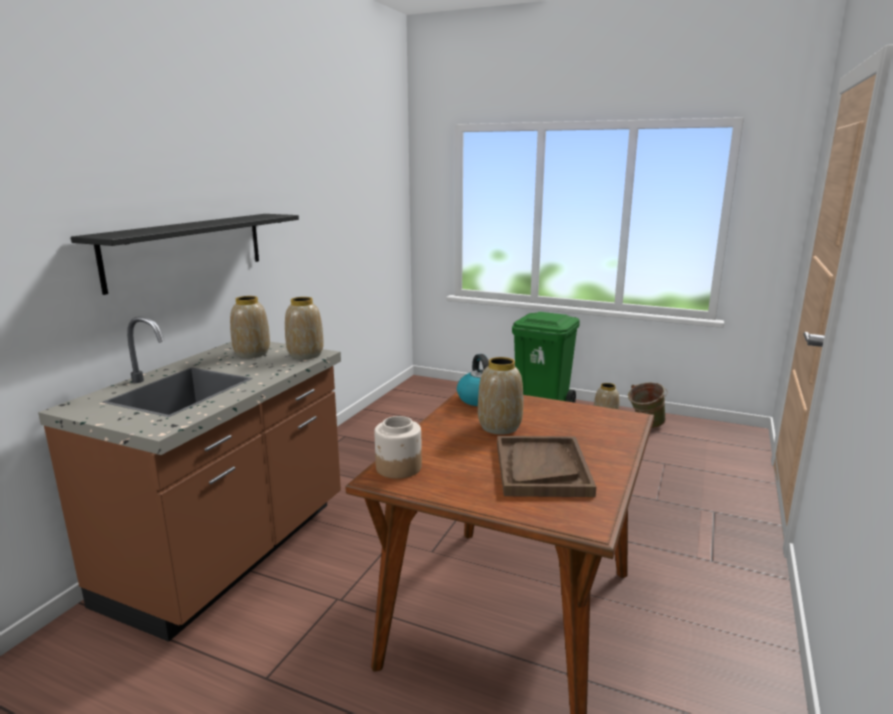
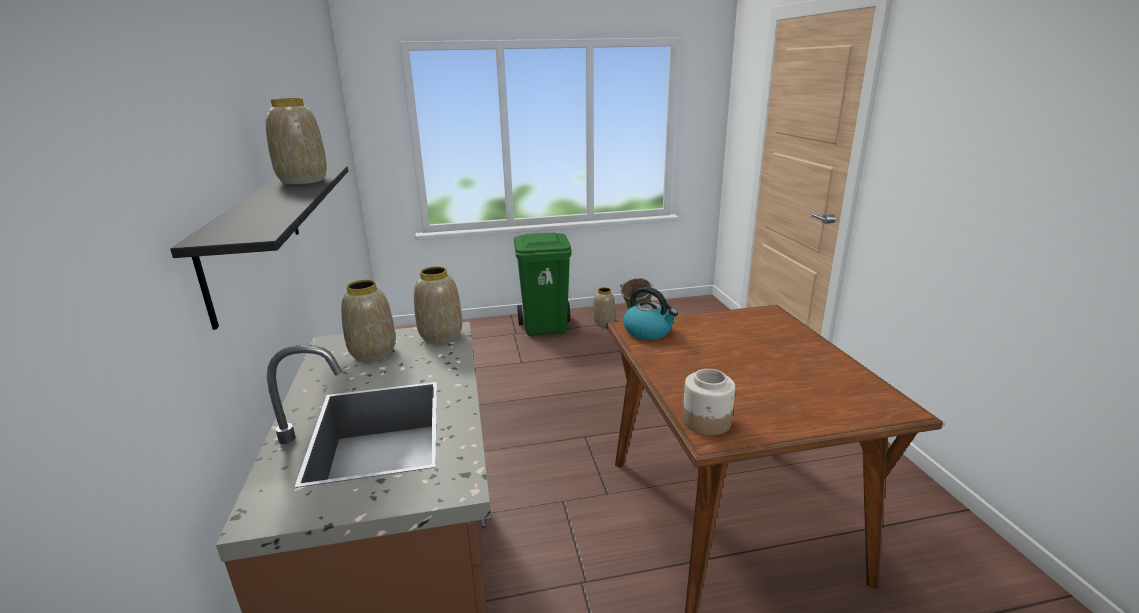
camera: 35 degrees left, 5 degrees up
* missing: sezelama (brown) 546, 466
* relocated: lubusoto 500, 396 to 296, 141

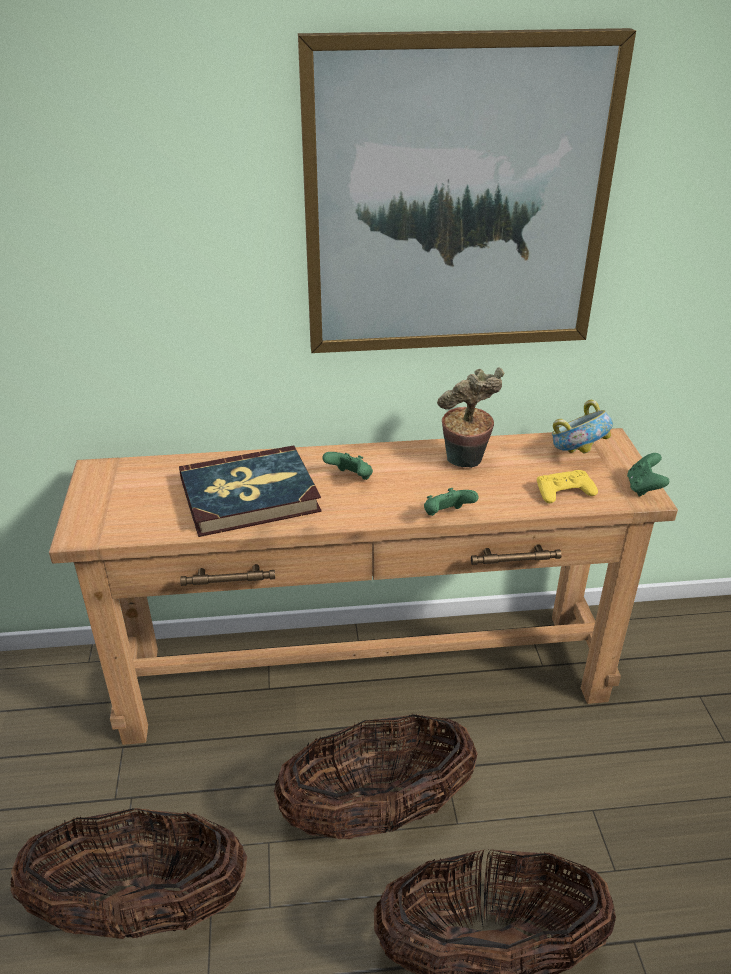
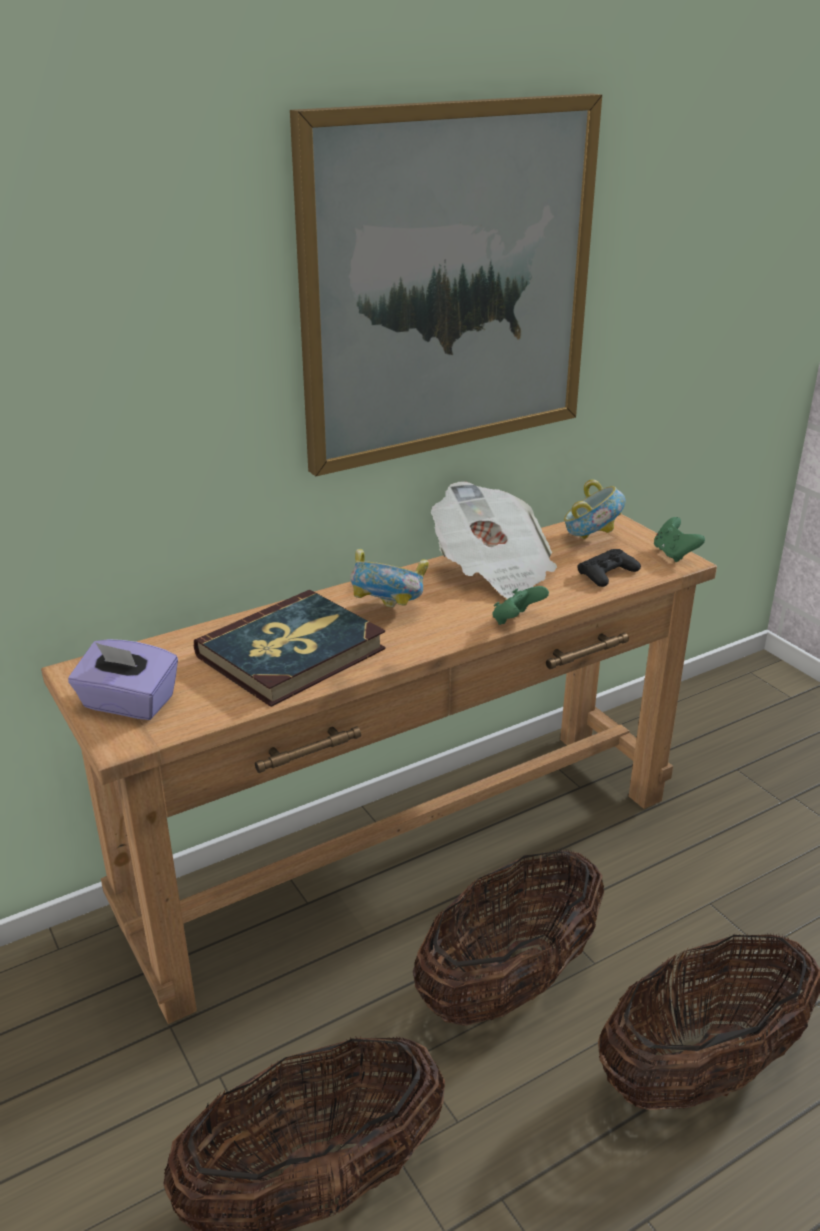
camera: 25 degrees left, 5 degrees down
* appeared: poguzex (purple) 123, 679
* exchanged: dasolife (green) 347, 466 to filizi 389, 578
* exchanged: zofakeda 470, 417 to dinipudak 494, 540
* colour: dasolife (yellow) 567, 486 to dasolife (black) 609, 568

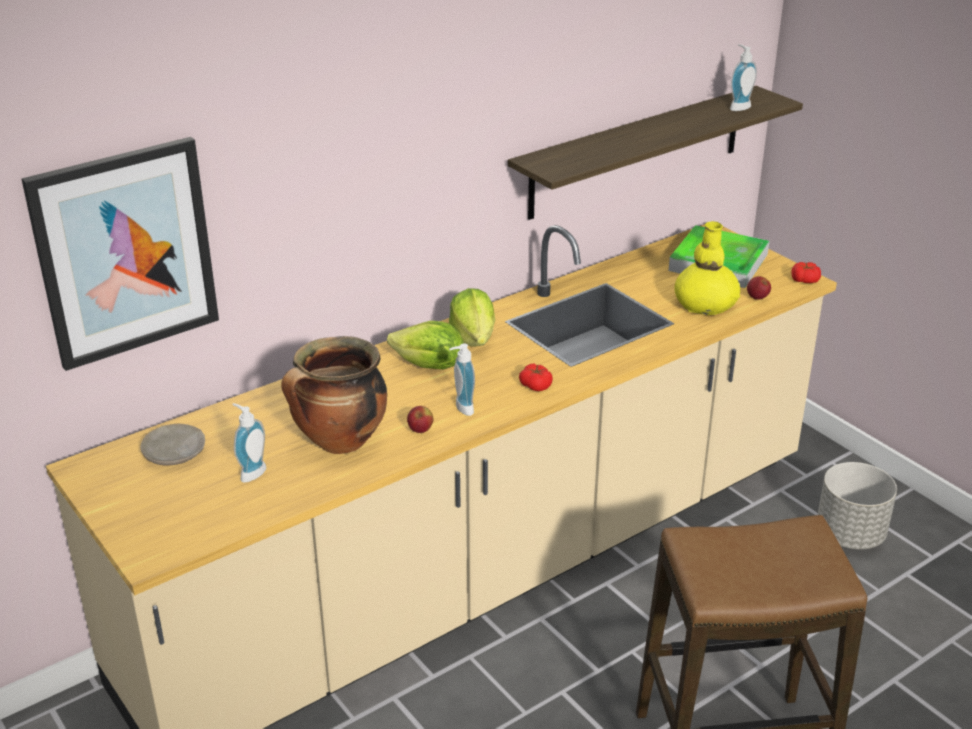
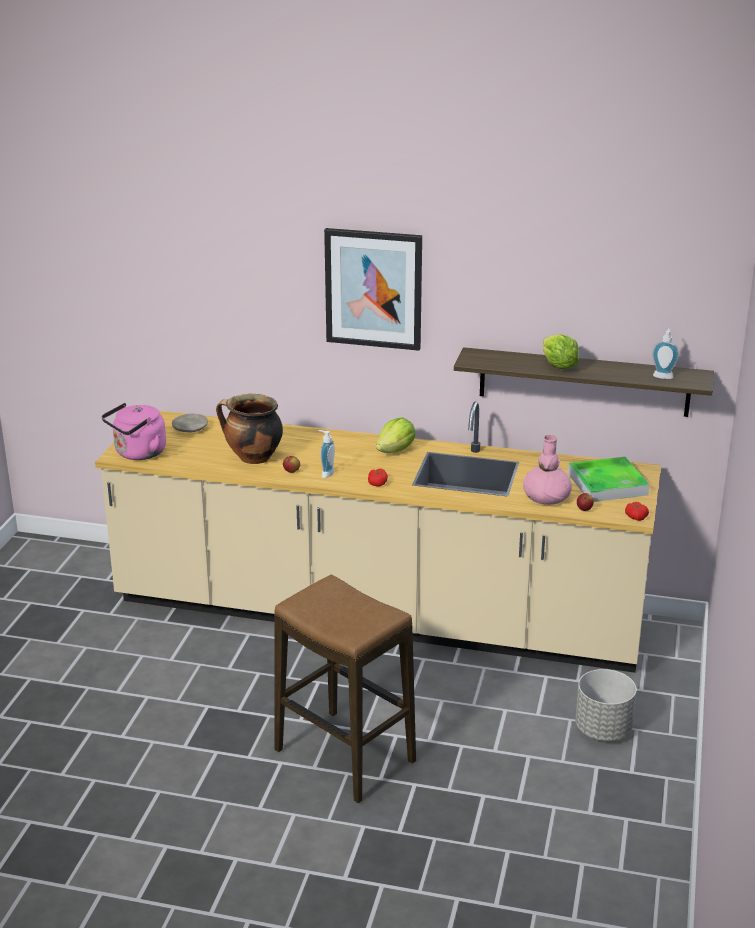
camera: 50 degrees right, 5 degrees down
* missing: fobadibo 249, 443
* appeared: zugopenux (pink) 133, 431
* relocated: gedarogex 120, 254 to 373, 289
* relocated: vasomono 425, 345 to 561, 351
* colour: lubusoto (yellow) 707, 268 to lubusoto (pink) 547, 470

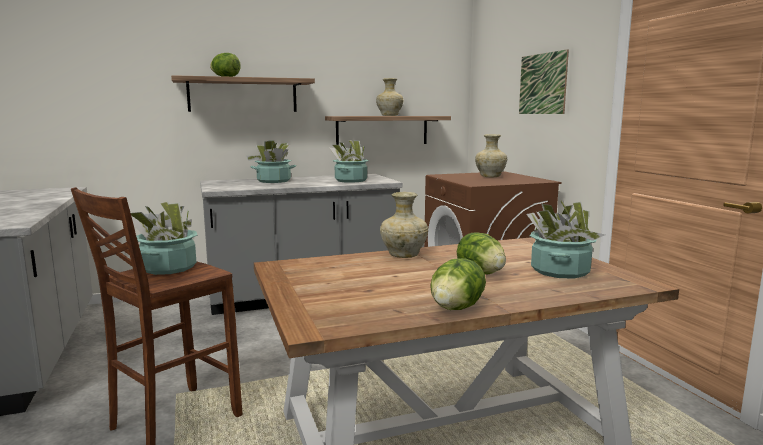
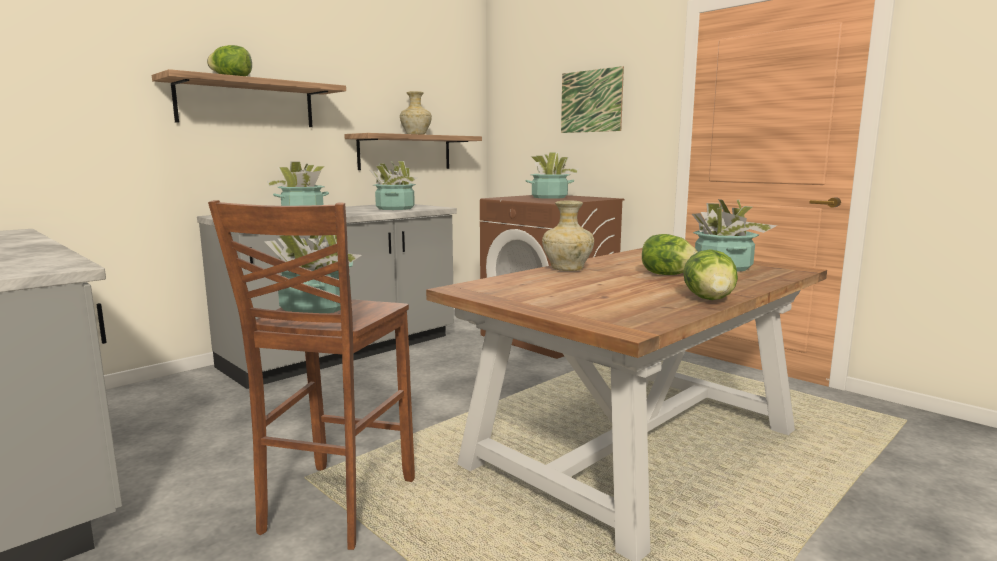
camera: 25 degrees left, 0 degrees up
* exchanged: lubusoto (beige) 491, 155 to zofakeda 552, 175

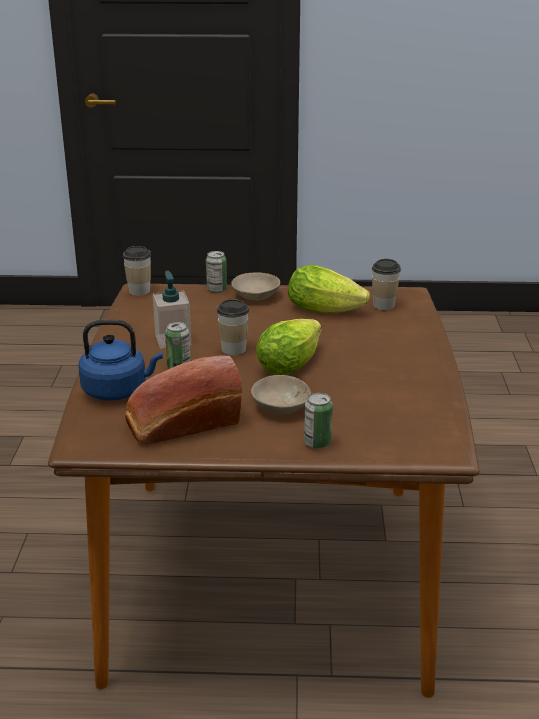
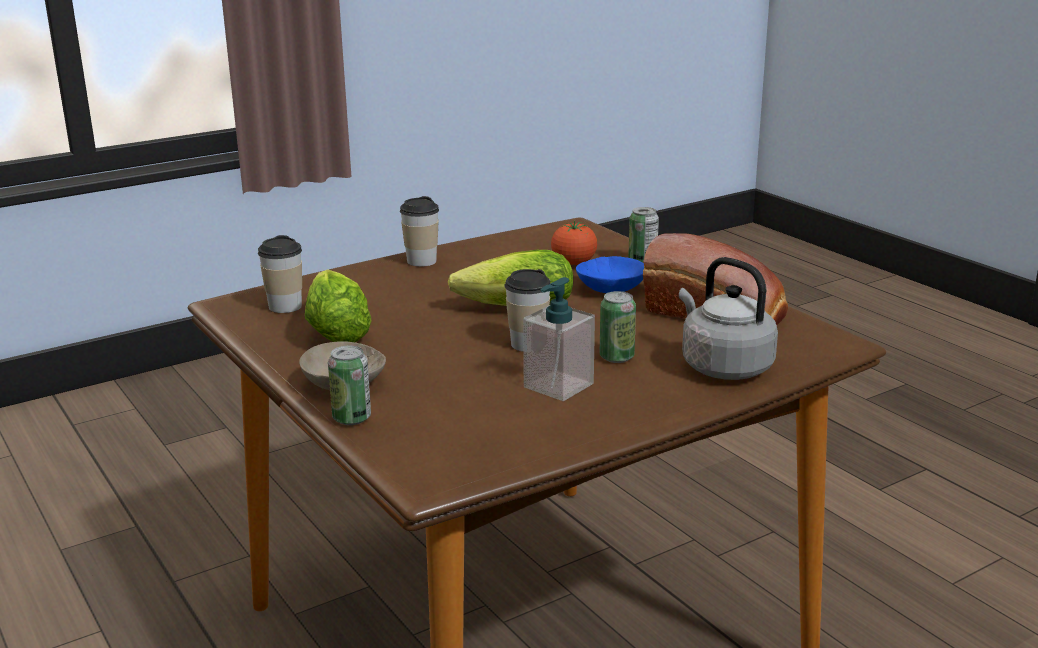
camera: 125 degrees left, 5 degrees down
* appeared: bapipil 574, 243
* relocated: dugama 137, 271 to 419, 231
* colour: zugopenux (blue) 120, 360 to zugopenux (grey) 728, 318
* colour: filizi (beige) 281, 395 to filizi (blue) 610, 274

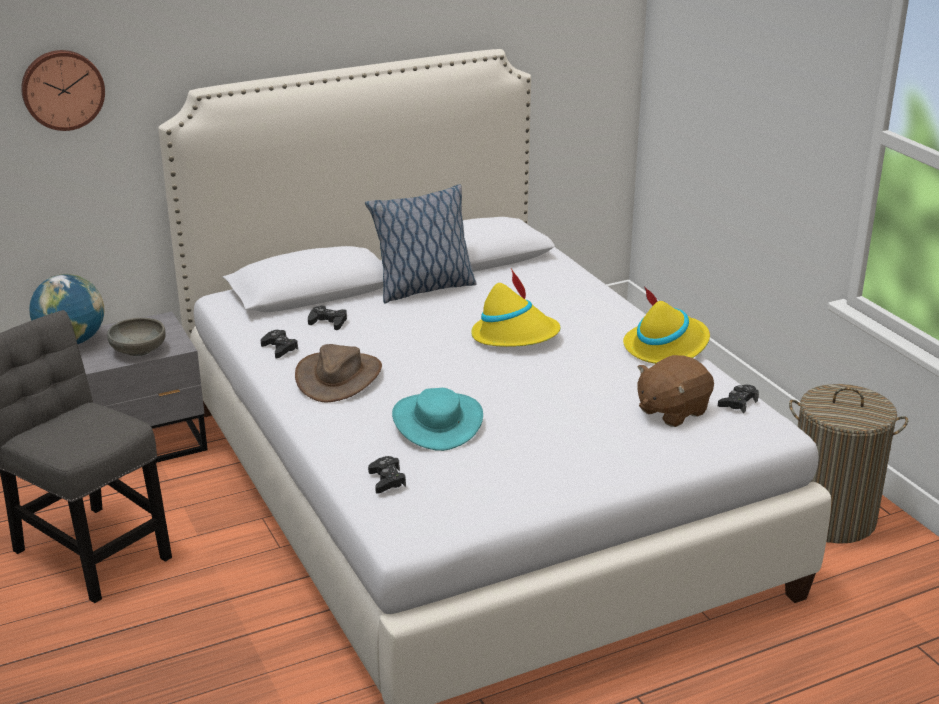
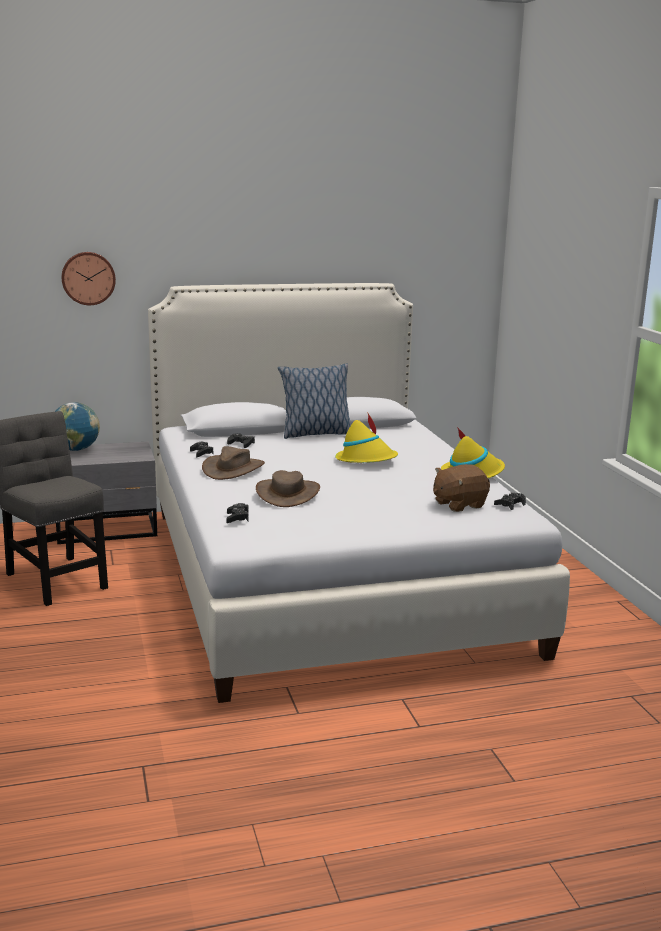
camera: 10 degrees right, 10 degrees down
* missing: filizi (grey) 136, 337
* missing: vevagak 848, 464
* colour: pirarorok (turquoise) 437, 419 to pirarorok (brown) 288, 488

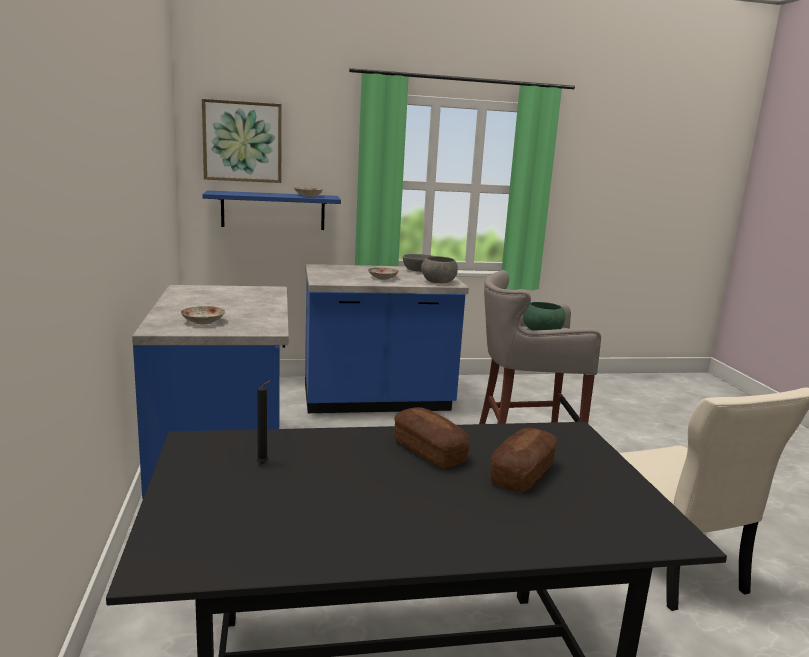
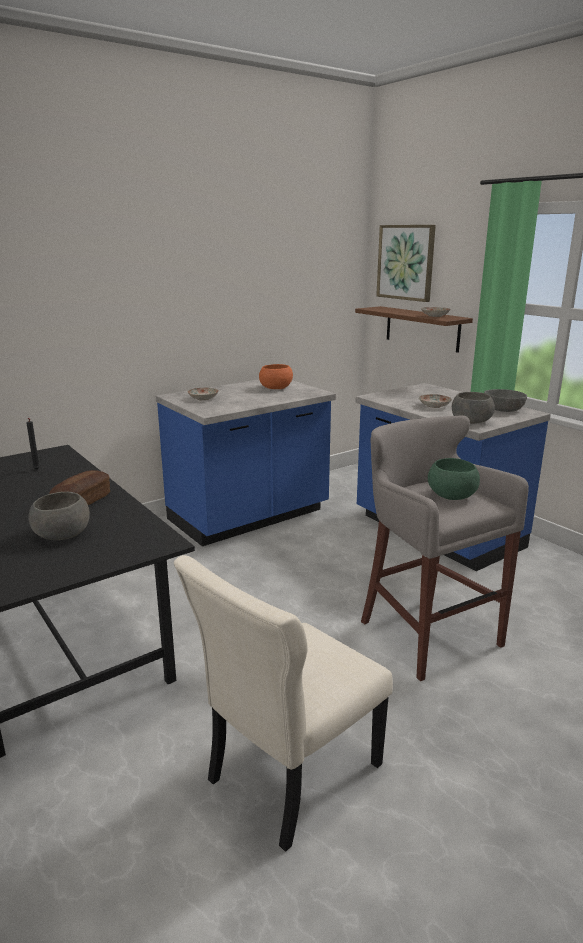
camera: 65 degrees right, 5 degrees up
* appeared: filizi (orange) 276, 376
* exchanged: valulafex 524, 460 to filizi (grey) 59, 516
* colour: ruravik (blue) 271, 210 to ruravik (brown) 414, 329

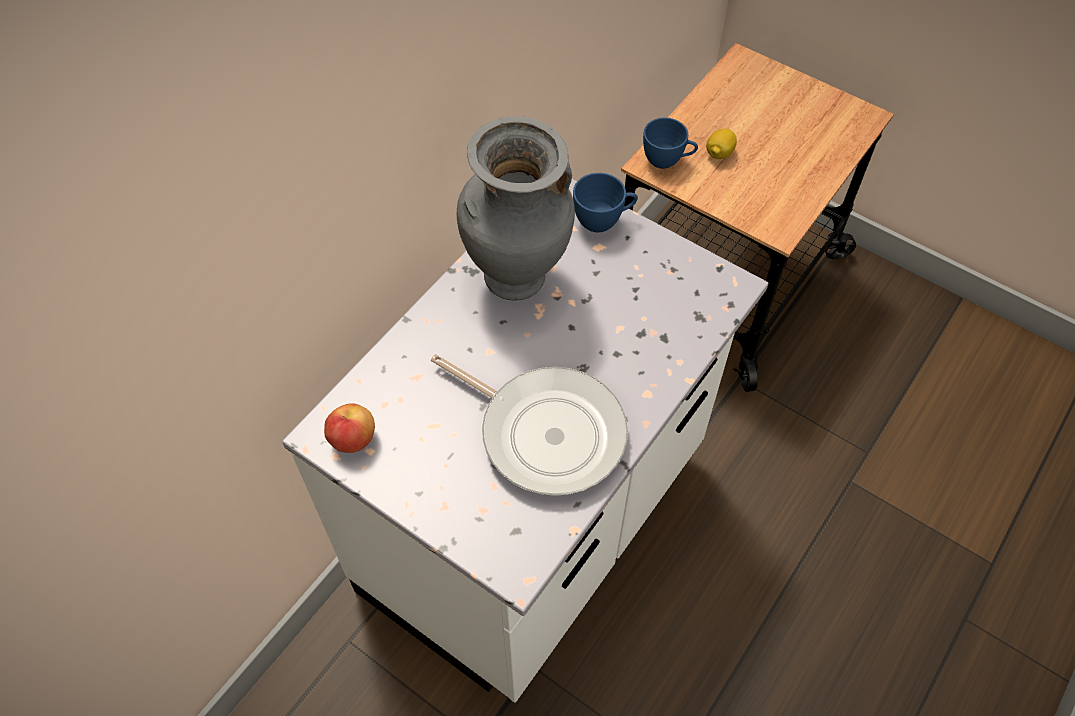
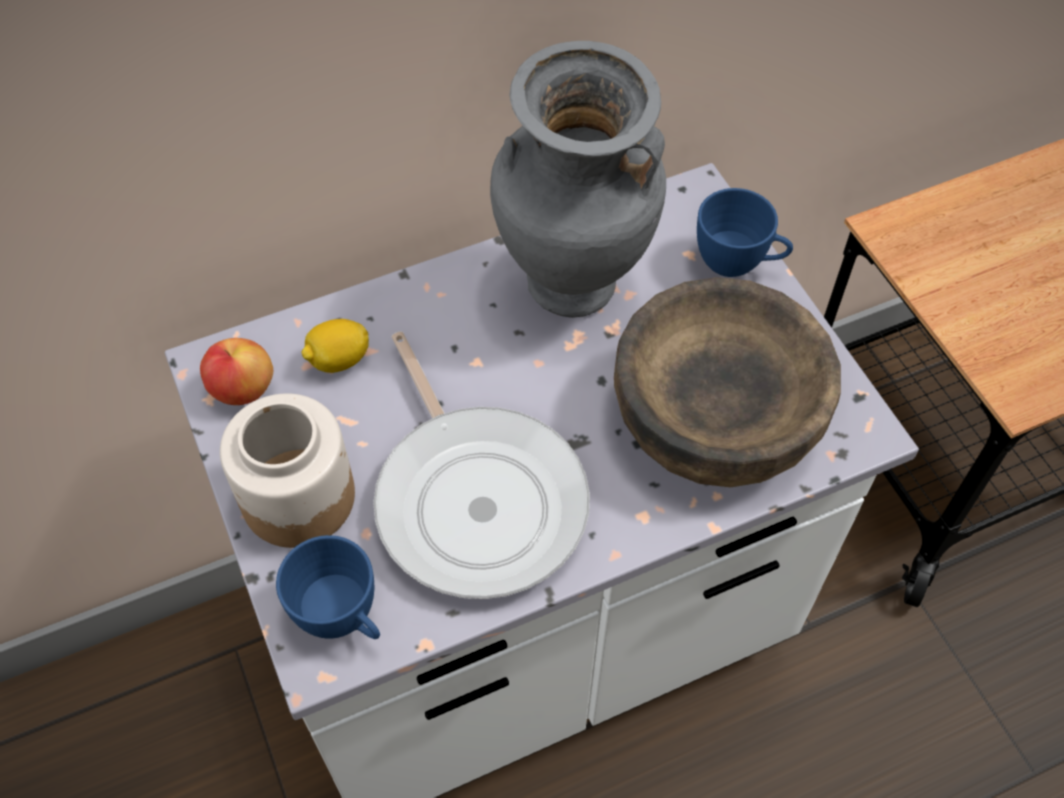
camera: 30 degrees right, 0 degrees up
* appeared: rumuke 287, 470
* appeared: filizi (brown) 727, 382
* relocated: dugama (blue) 670, 143 to 328, 587
* relocated: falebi 721, 144 to 335, 346

